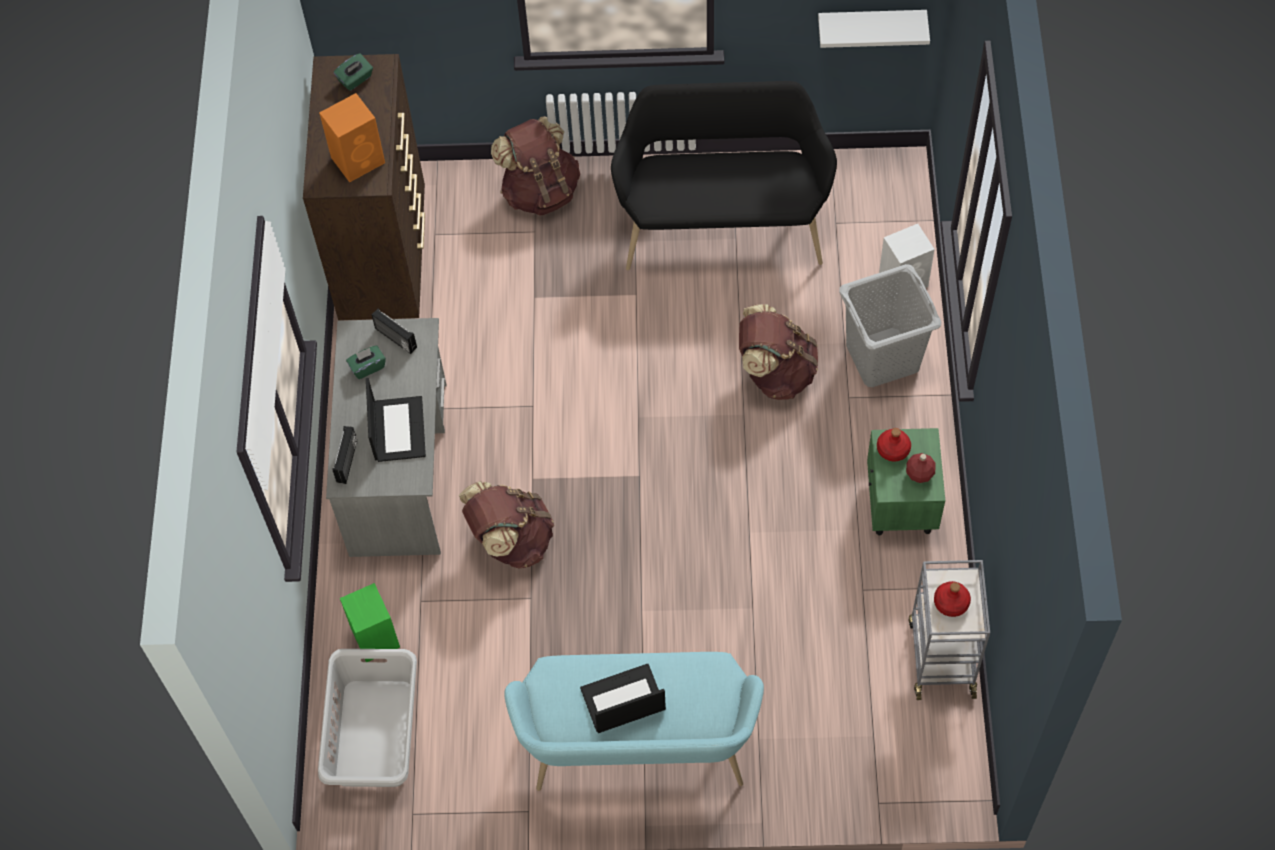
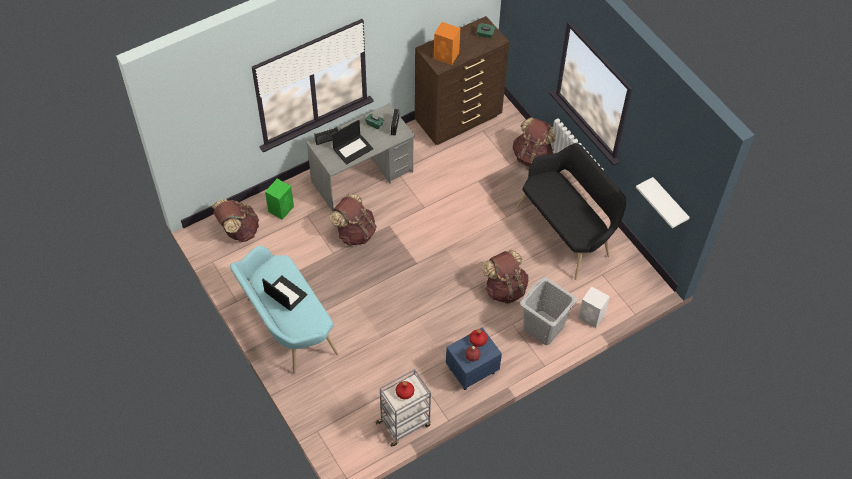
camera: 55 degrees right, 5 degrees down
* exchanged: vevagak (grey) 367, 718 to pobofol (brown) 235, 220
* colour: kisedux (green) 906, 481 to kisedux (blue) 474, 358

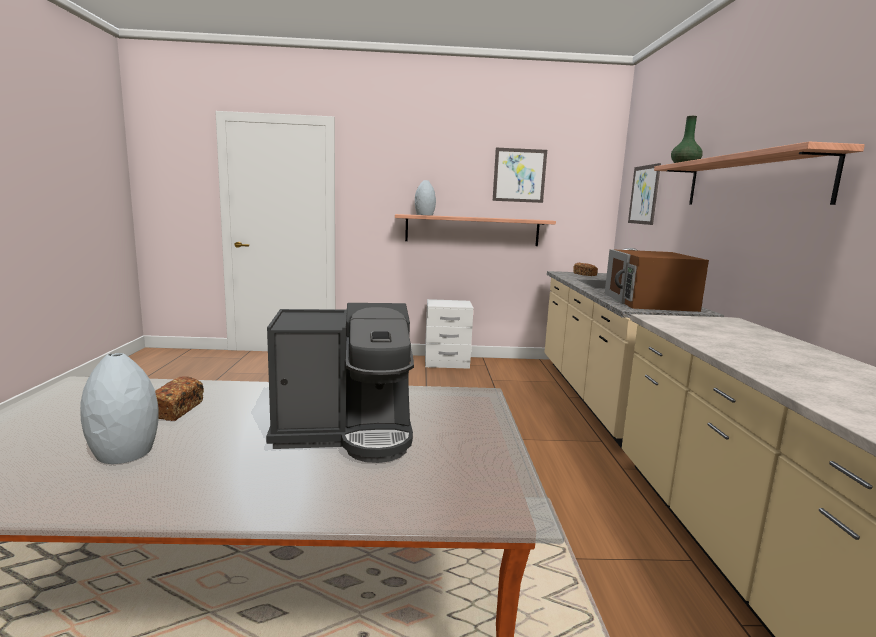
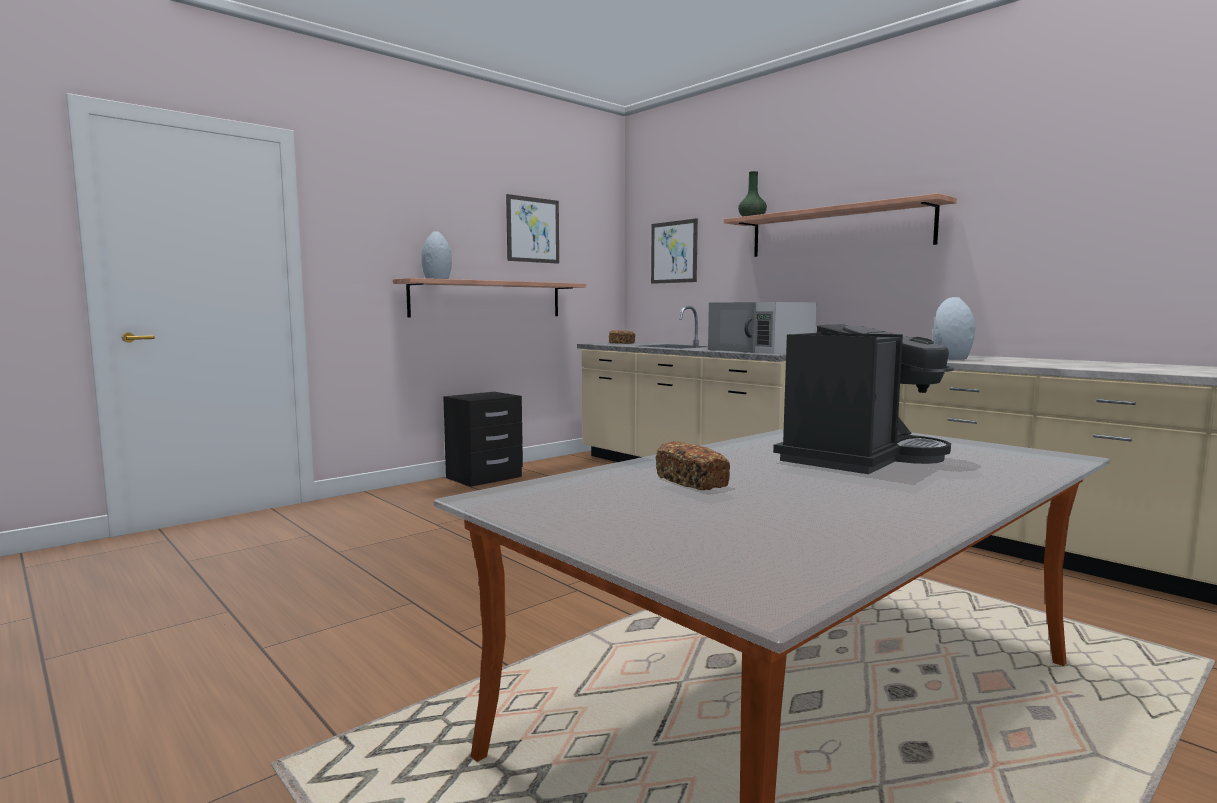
camera: 40 degrees left, 5 degrees down
* relocated: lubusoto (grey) 119, 408 to 953, 328
* colour: kisedux (white) 449, 334 to kisedux (black) 483, 439
* colour: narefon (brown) 657, 280 to narefon (white) 762, 328

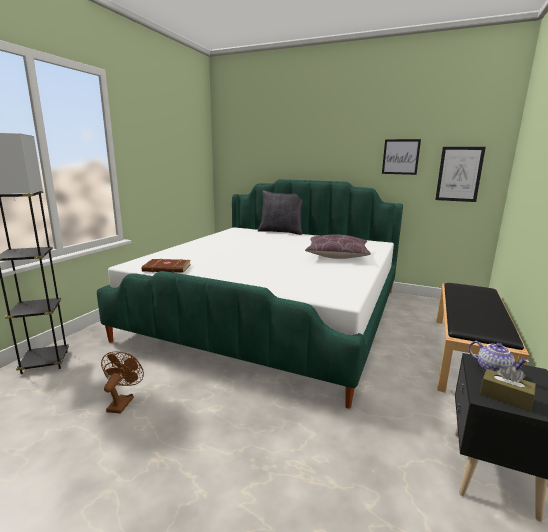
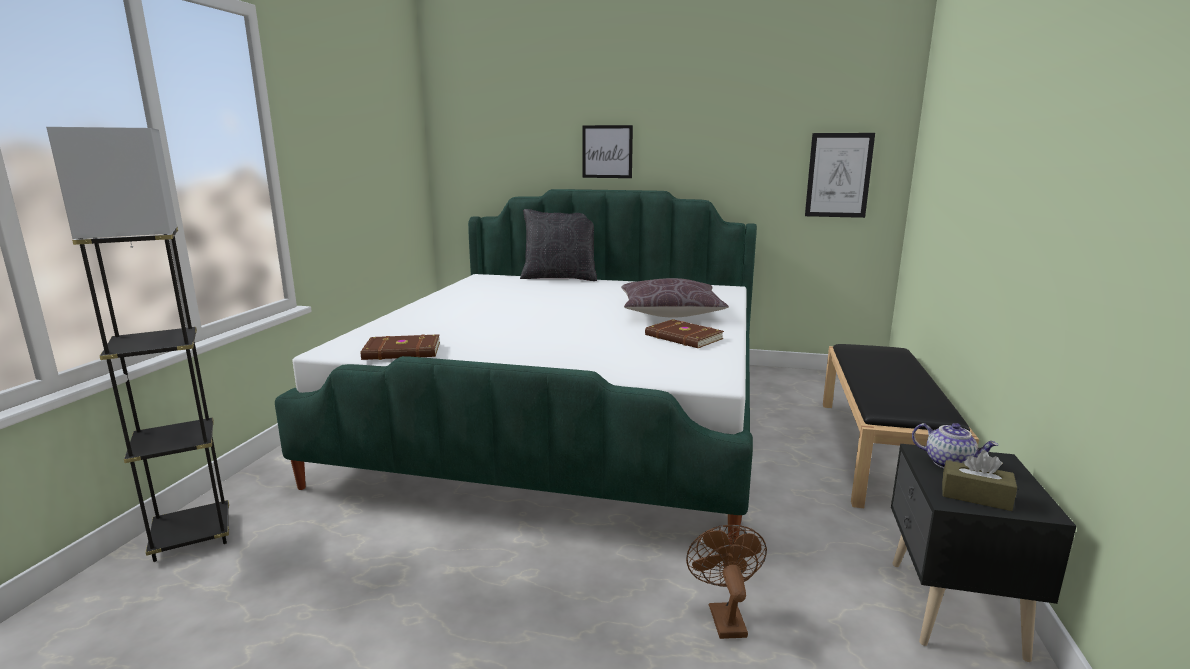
camera: 10 degrees left, 0 degrees up
* appeared: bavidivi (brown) 684, 333
* relocated: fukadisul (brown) 122, 382 to 726, 582
* relocated: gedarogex 401, 157 to 607, 151

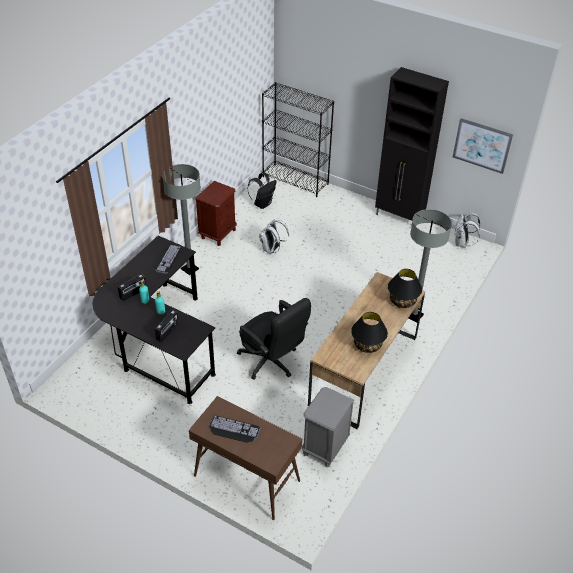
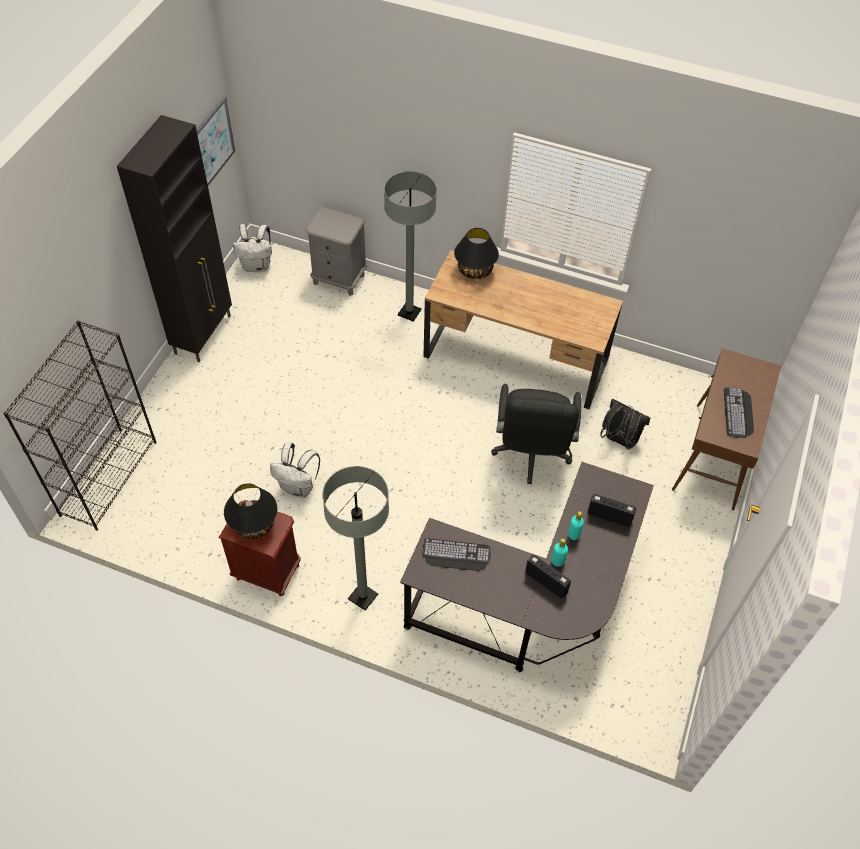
camera: 100 degrees left, 10 degrees up
* relocated: pobofol (black) 261, 190 to 625, 424
* relocated: kisedux (grey) 328, 427 to 336, 251
* relocated: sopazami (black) 369, 332 to 250, 511
* spun: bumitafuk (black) 274, 339 = 536, 434 150 degrees clockwise

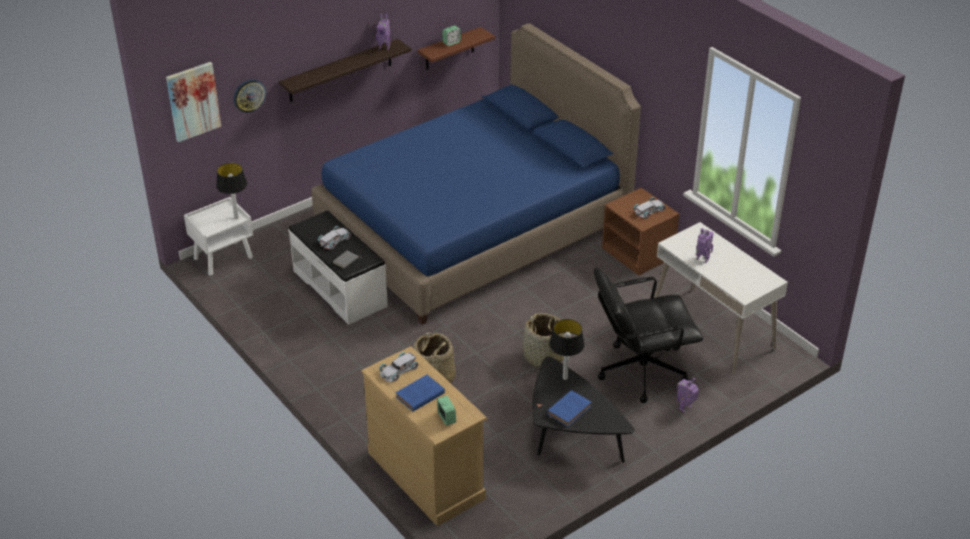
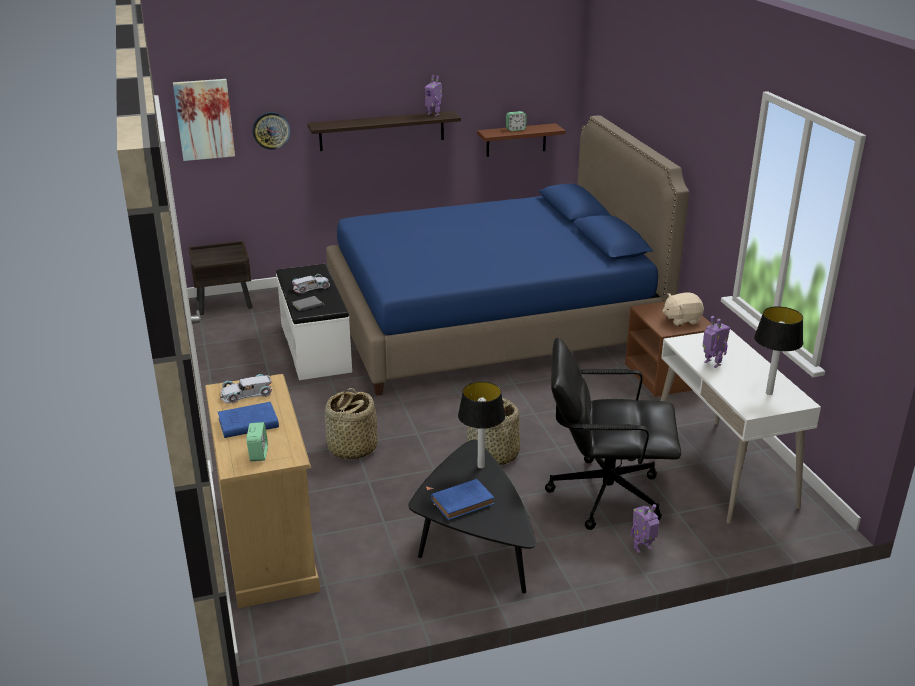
camera: 20 degrees right, 10 degrees down
* relocated: sopazami 231, 191 to 778, 350
* exchanged: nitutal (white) 649, 208 to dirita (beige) 683, 309
* colour: kisedux (white) 218, 236 to kisedux (brown) 220, 278

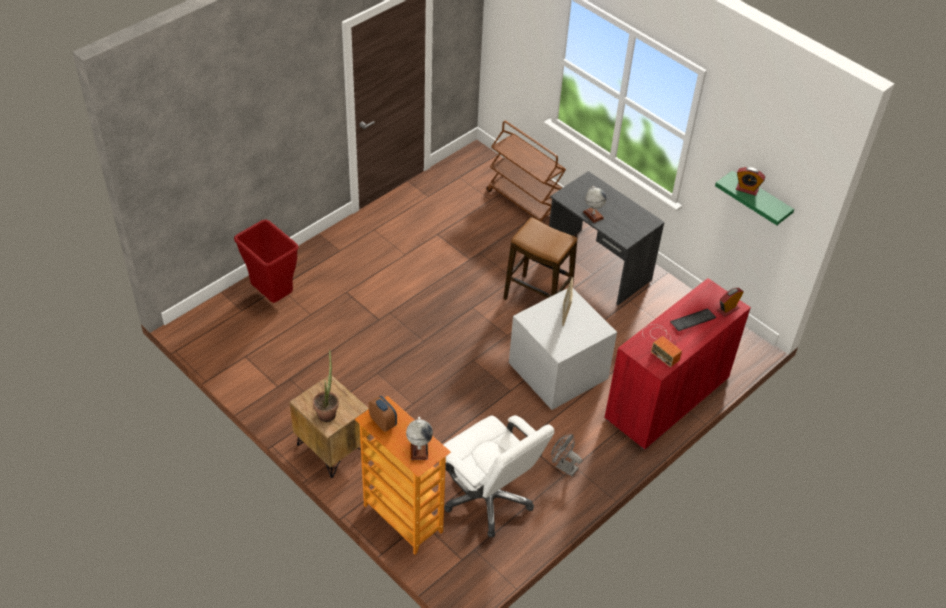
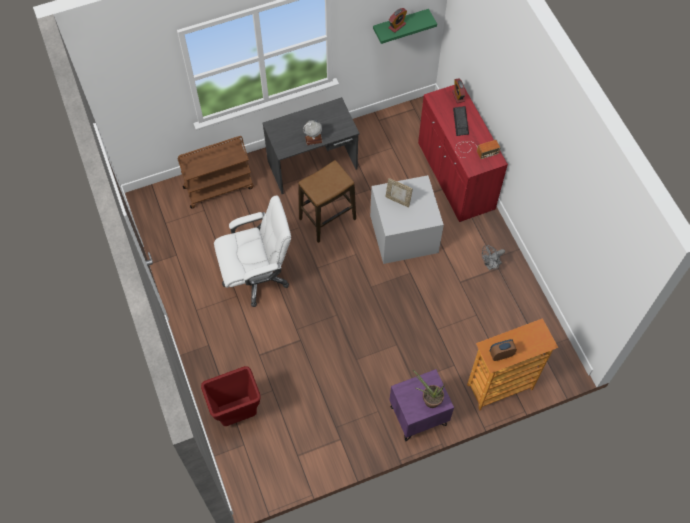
camera: 65 degrees left, 15 degrees up
* missing: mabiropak 419, 438
* relocated: bumitafuk (white) 499, 476 to 252, 251
* colour: kisedux (brown) 329, 426 to kisedux (purple) 422, 405

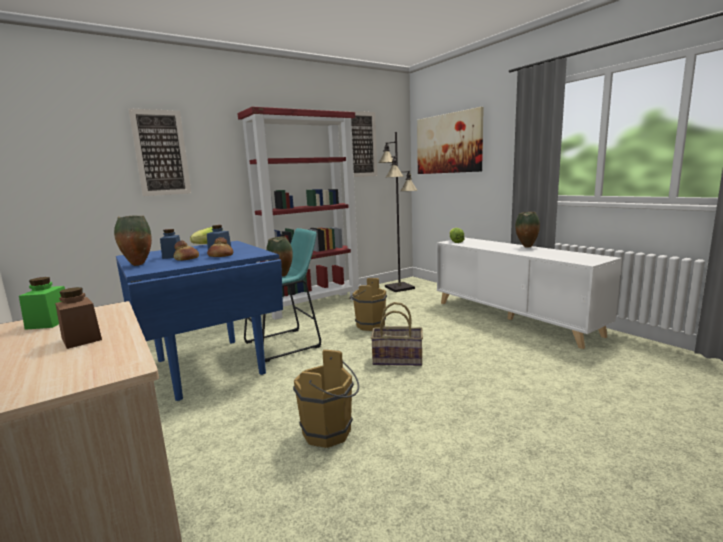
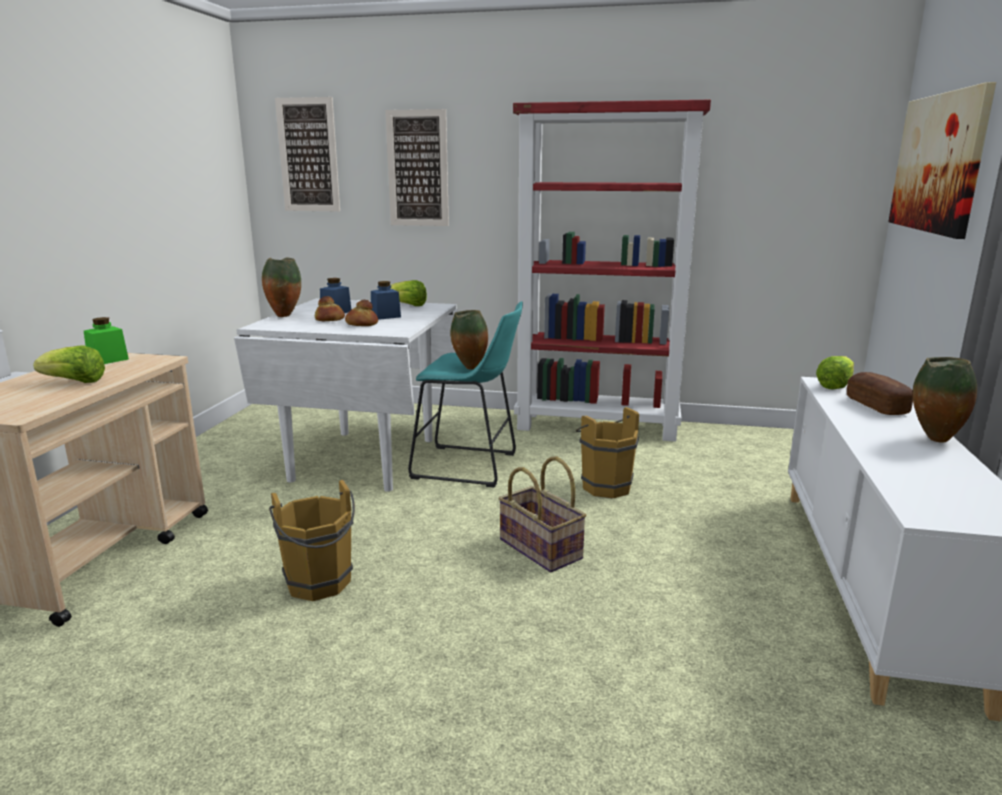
camera: 45 degrees right, 5 degrees up
* missing: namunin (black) 398, 212
* appeared: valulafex 880, 393
* relocated: gedarogex 361, 144 to 307, 154
* exchanged: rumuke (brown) 78, 318 to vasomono 69, 364
* colour: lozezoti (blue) 199, 321 to lozezoti (white) 346, 395

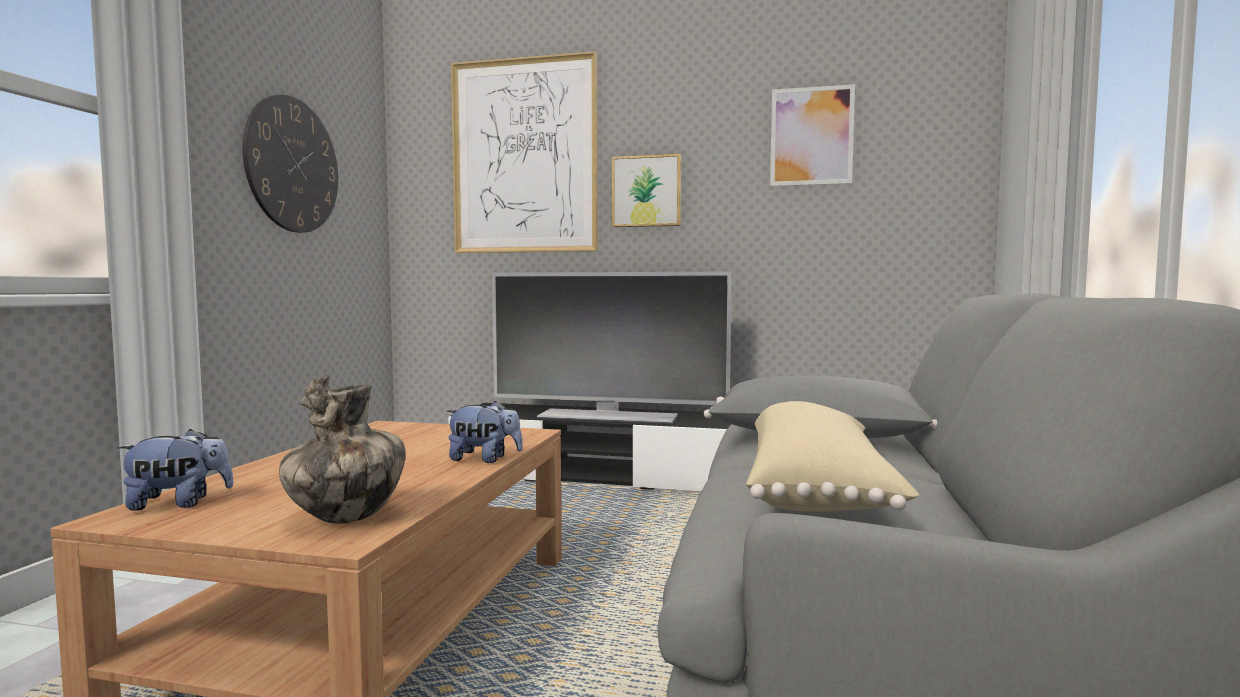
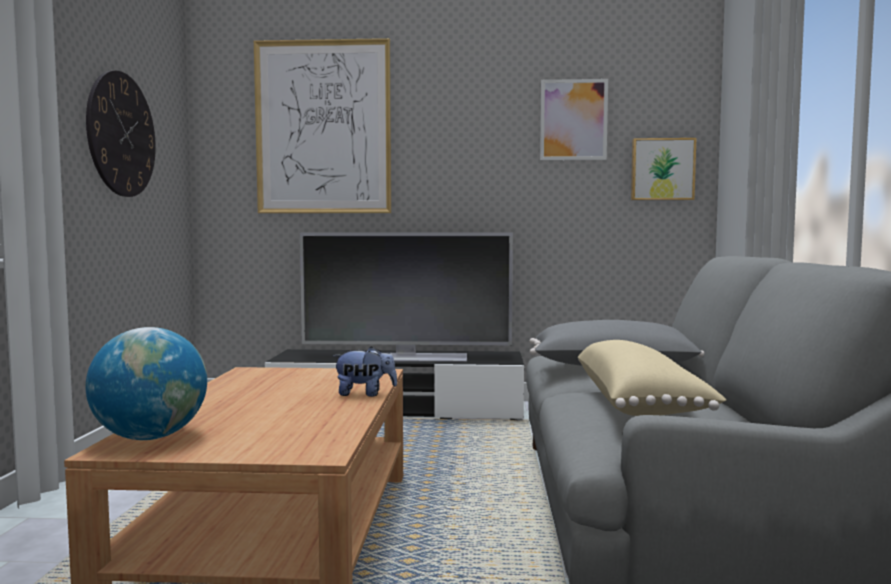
camera: 10 degrees left, 0 degrees up
* missing: lubusoto 342, 449
* relocated: gedarogex 646, 190 to 664, 169
* exchanged: dirita 175, 470 to mabiropak 146, 383

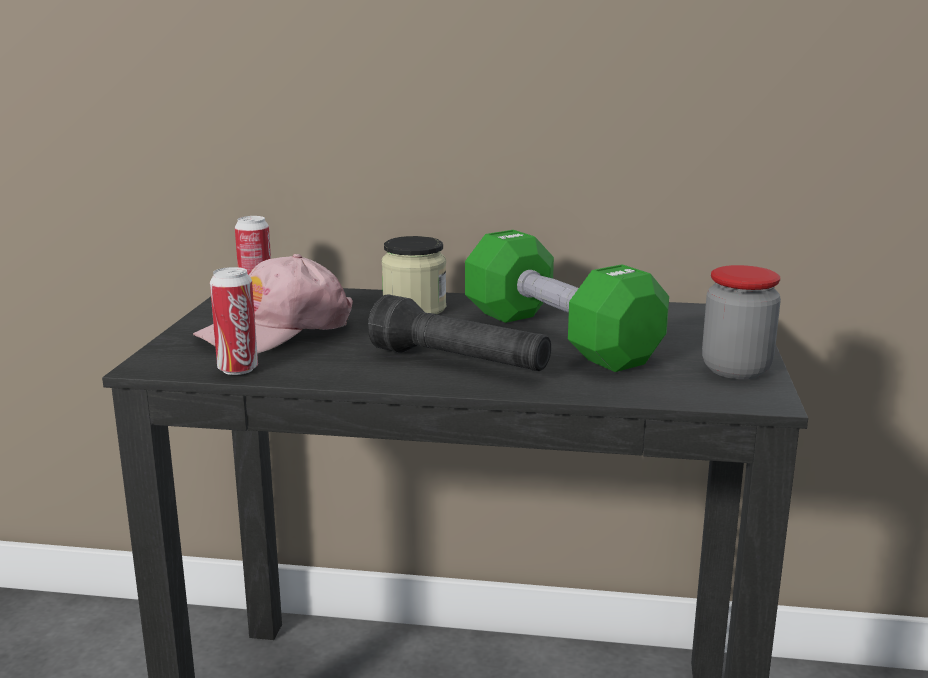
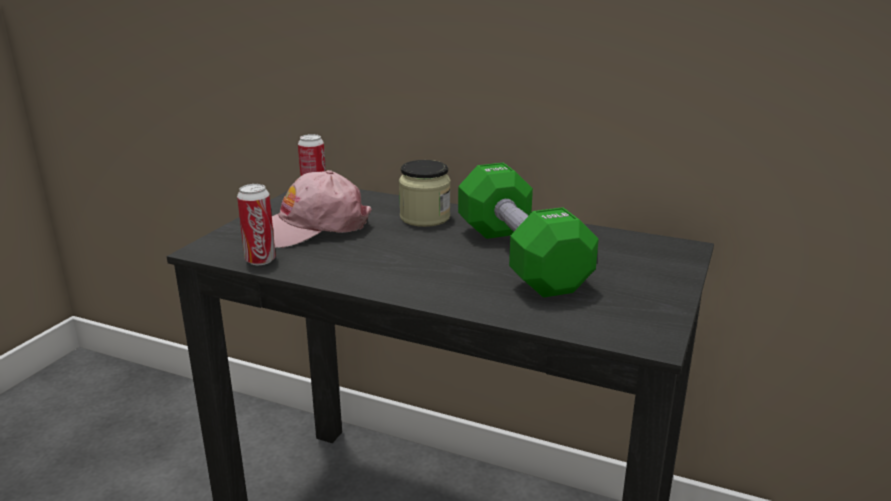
camera: 15 degrees right, 5 degrees up
* missing: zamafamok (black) 459, 332
* missing: rumuke 741, 322

